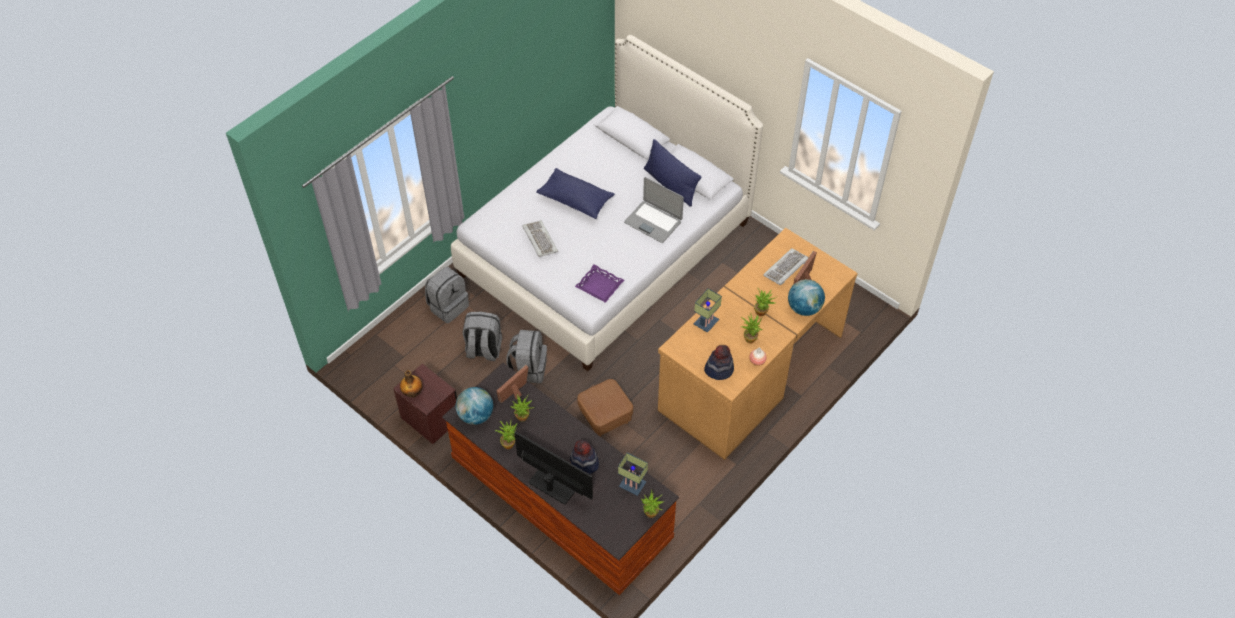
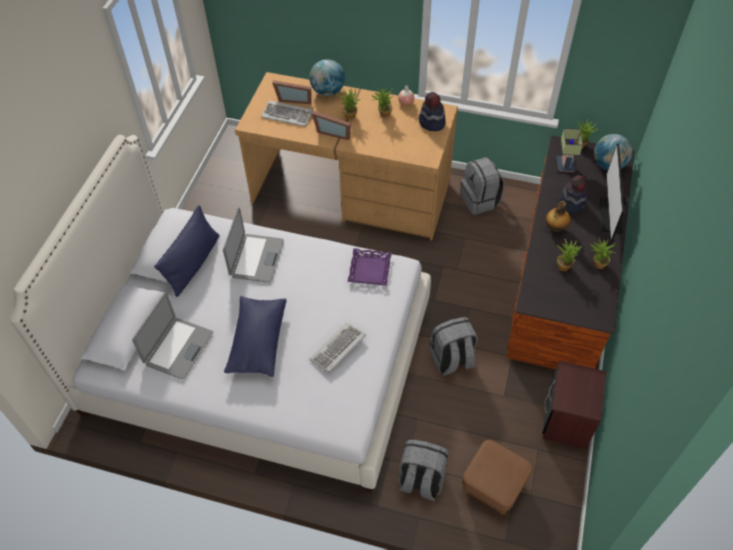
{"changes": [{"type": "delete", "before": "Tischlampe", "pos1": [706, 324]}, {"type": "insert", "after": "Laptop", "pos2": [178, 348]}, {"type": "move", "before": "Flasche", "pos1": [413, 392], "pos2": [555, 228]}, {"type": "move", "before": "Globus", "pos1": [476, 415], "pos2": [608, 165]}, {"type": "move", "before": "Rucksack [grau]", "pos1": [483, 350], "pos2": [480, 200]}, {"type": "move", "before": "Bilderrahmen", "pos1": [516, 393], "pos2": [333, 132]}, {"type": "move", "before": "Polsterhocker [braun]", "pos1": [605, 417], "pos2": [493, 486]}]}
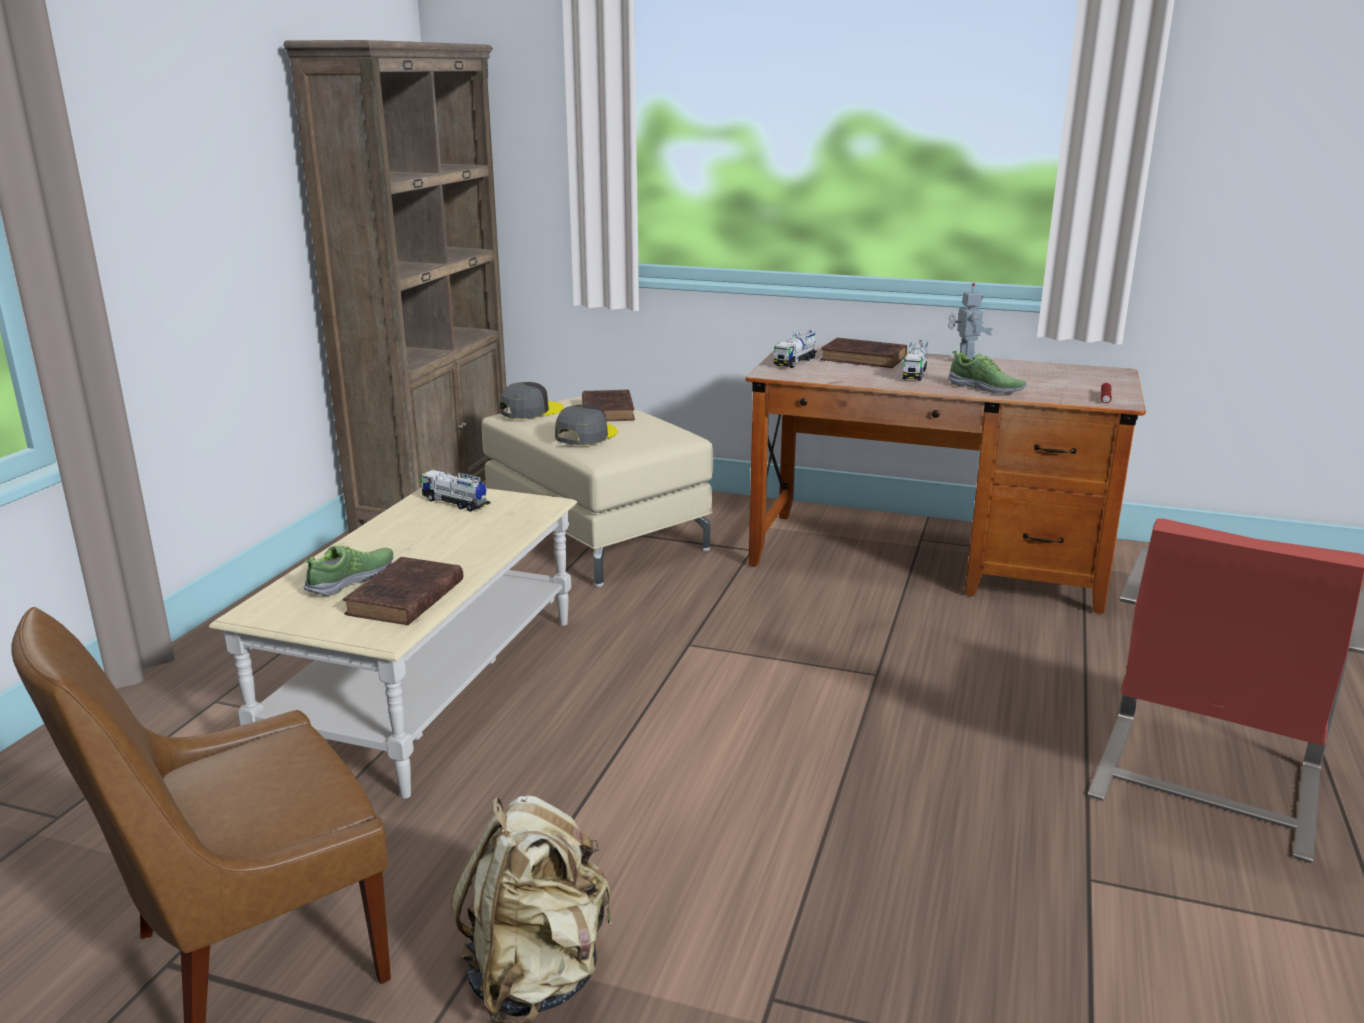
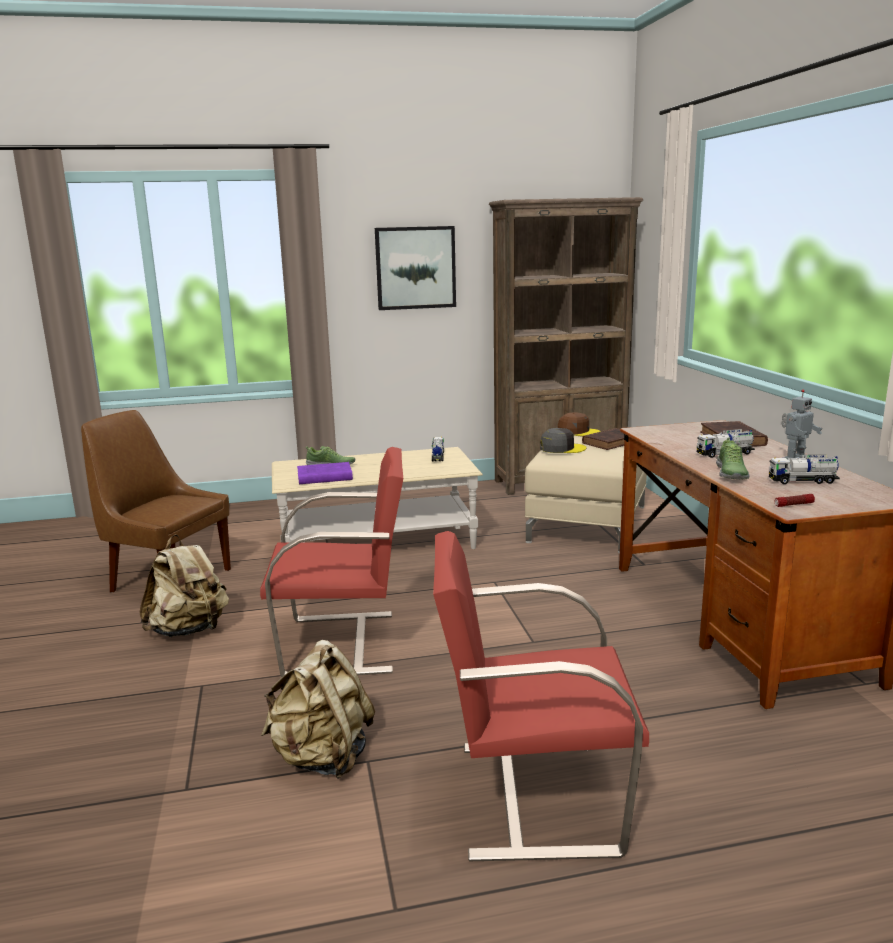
{"changes": [{"type": "insert", "after": "Stuhl [rot]", "pos2": [343, 644]}, {"type": "insert", "after": "Rucksack [beige]", "pos2": [322, 757]}, {"type": "insert", "after": "Bild", "pos2": [415, 268]}, {"type": "move", "before": "Spielzeuglaster", "pos1": [795, 361], "pos2": [802, 481]}, {"type": "recolor", "before": "Buch [braun]", "after": "Buch [lila]", "pos1": [404, 599], "pos2": [323, 477]}, {"type": "recolor", "before": "Kappe [grau]", "after": "Kappe [braun]", "pos1": [531, 410], "pos2": [578, 432]}]}
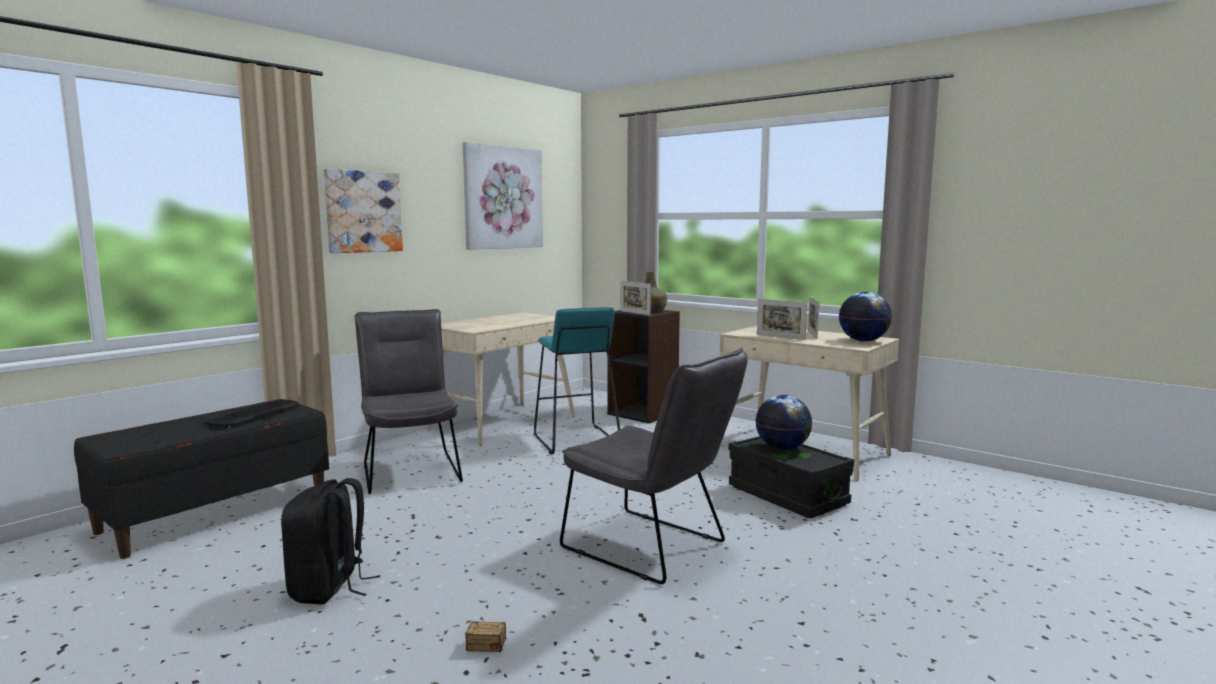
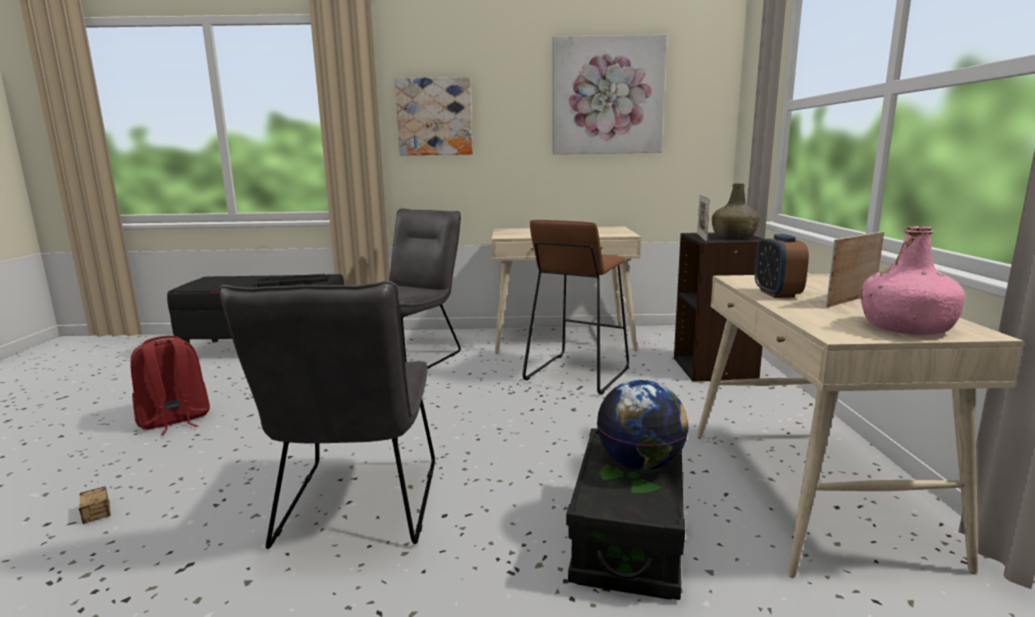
{"changes": [{"type": "replace", "before": "Bilderrahmen", "after": "Wecker", "pos1": [780, 337], "pos2": [777, 294]}, {"type": "replace", "before": "Globus", "after": "Flasche [rosa]", "pos1": [863, 341], "pos2": [906, 327]}, {"type": "recolor", "before": "Rucksack [schwarz]", "after": "Rucksack [rot]", "pos1": [329, 588], "pos2": [174, 421]}, {"type": "recolor", "before": "Hocker [türkis]", "after": "Hocker [braun]", "pos1": [575, 440], "pos2": [576, 374]}]}
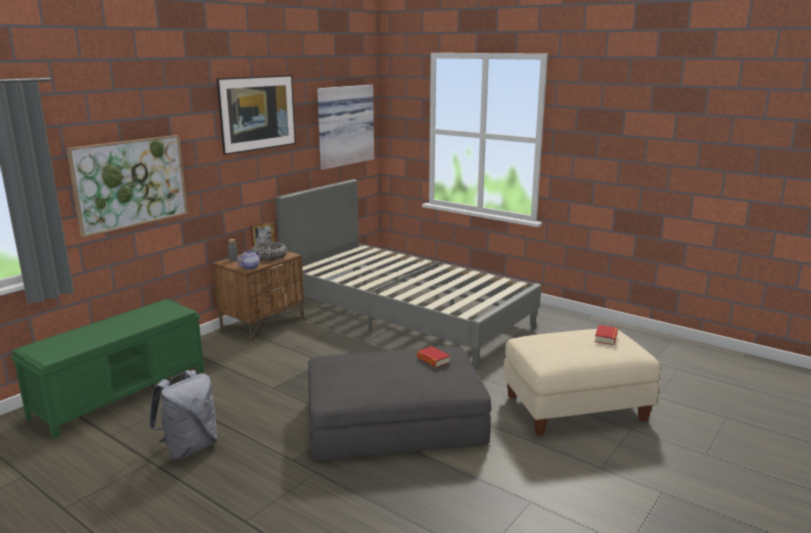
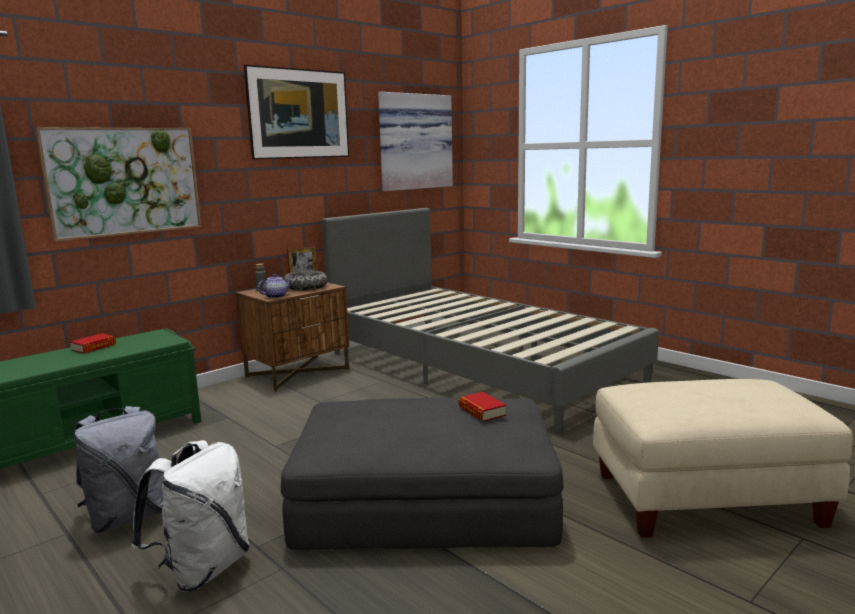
{"changes": [{"type": "insert", "after": "Rucksack [weiß]", "pos2": [203, 569]}, {"type": "move", "before": "Buch", "pos1": [606, 338], "pos2": [93, 347]}]}
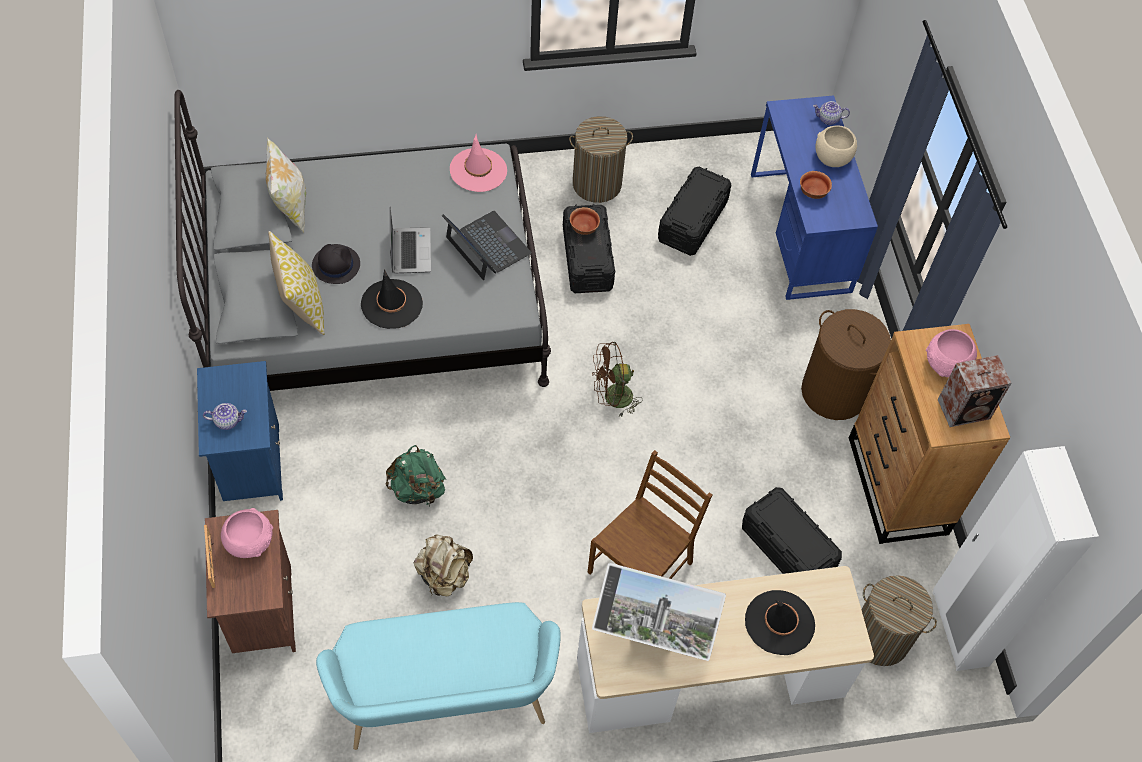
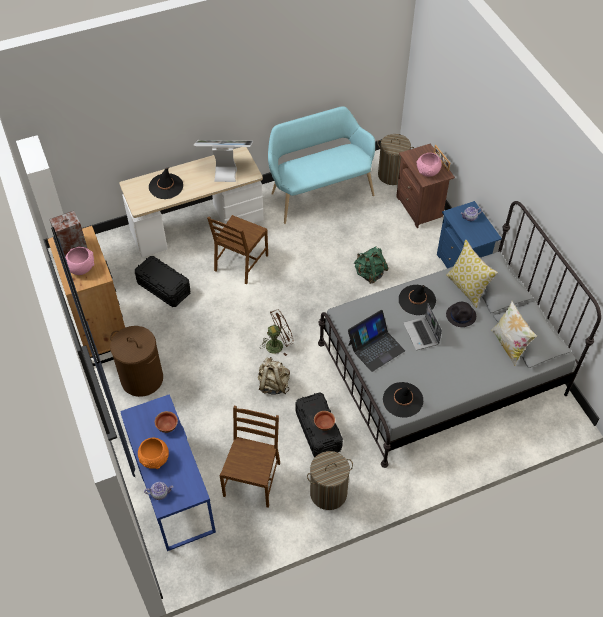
{"changes": [{"type": "move", "before": "Rucksack [beige]", "pos1": [444, 575], "pos2": [273, 384]}, {"type": "move", "before": "Wäschekorb", "pos1": [880, 638], "pos2": [392, 175]}, {"type": "replace", "before": "Aufbewahrungsbox [schwarz]", "after": "Stuhl [braun]", "pos1": [692, 221], "pos2": [252, 479]}, {"type": "recolor", "before": "Hut [rosa]", "after": "Hut [schwarz]", "pos1": [478, 170], "pos2": [402, 400]}, {"type": "recolor", "before": "Schüssel [beige]", "after": "Schüssel [orange]", "pos1": [832, 157], "pos2": [155, 459]}, {"type": "rotate", "before": "Laptop", "pos1": [487, 246], "pos2": [375, 347], "turn": -75}]}
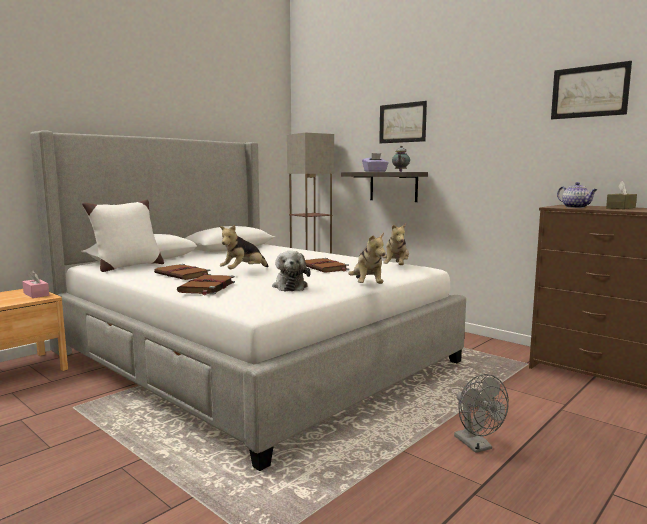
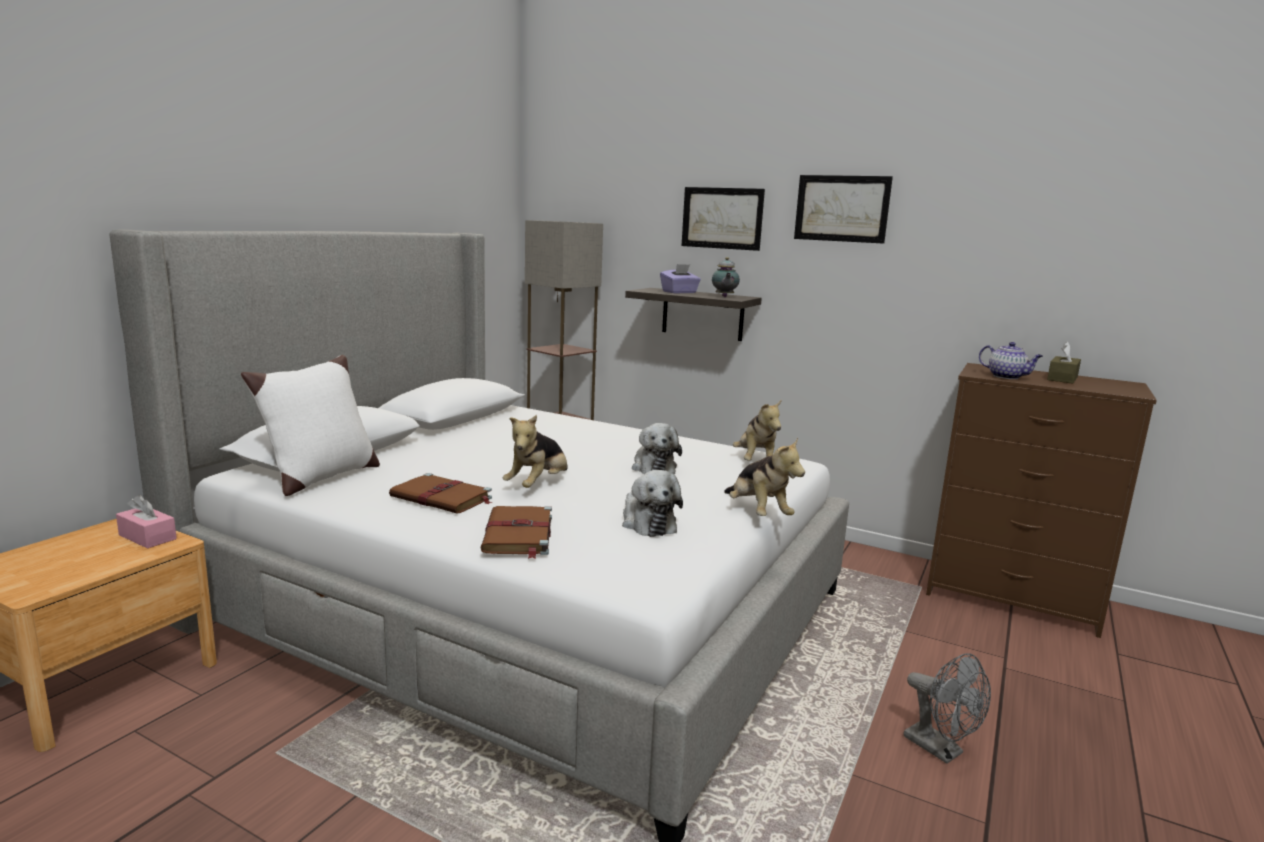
{"changes": [{"type": "move", "before": "Bild", "pos1": [589, 91], "pos2": [841, 208]}, {"type": "replace", "before": "Buch [braun]", "after": "Plüschtier", "pos1": [324, 268], "pos2": [653, 467]}]}
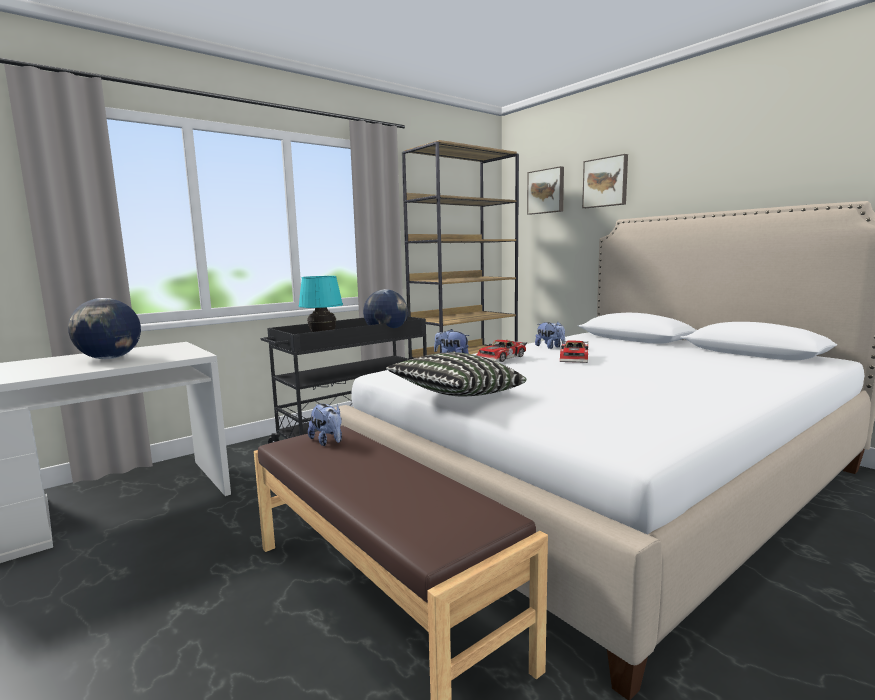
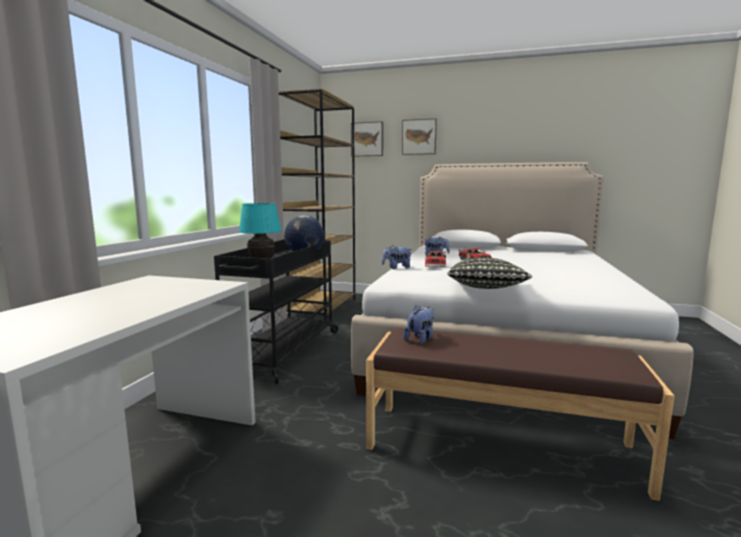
{"changes": [{"type": "delete", "before": "Globus", "pos1": [110, 358]}, {"type": "rotate", "before": "Plüschtier", "pos1": [328, 442], "pos2": [420, 339], "turn": -75}]}
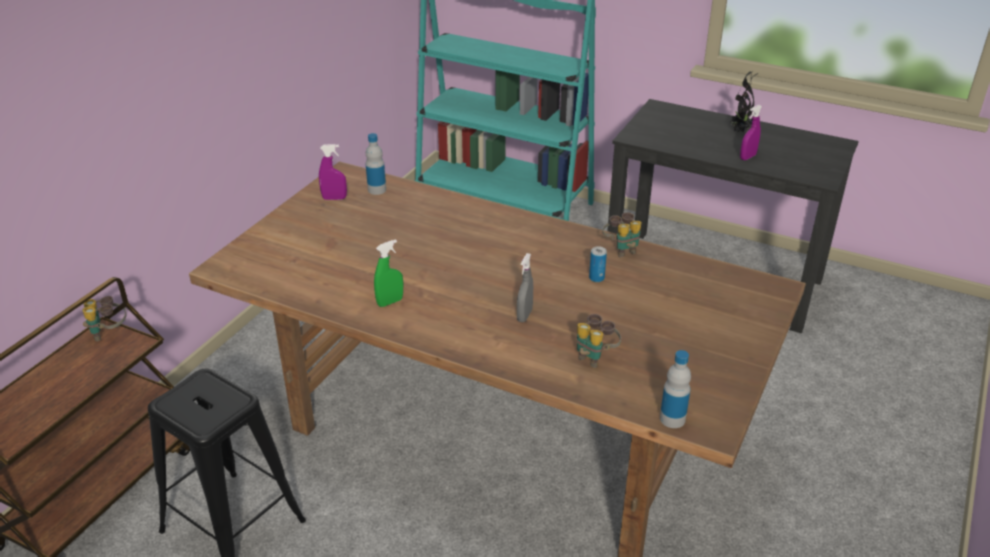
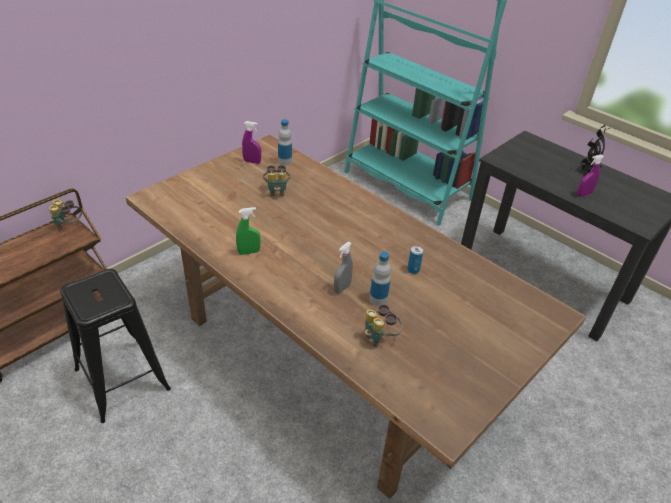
{"changes": [{"type": "move", "before": "Fernglas", "pos1": [621, 249], "pos2": [277, 191]}, {"type": "move", "before": "Flasche", "pos1": [672, 419], "pos2": [378, 299]}]}
